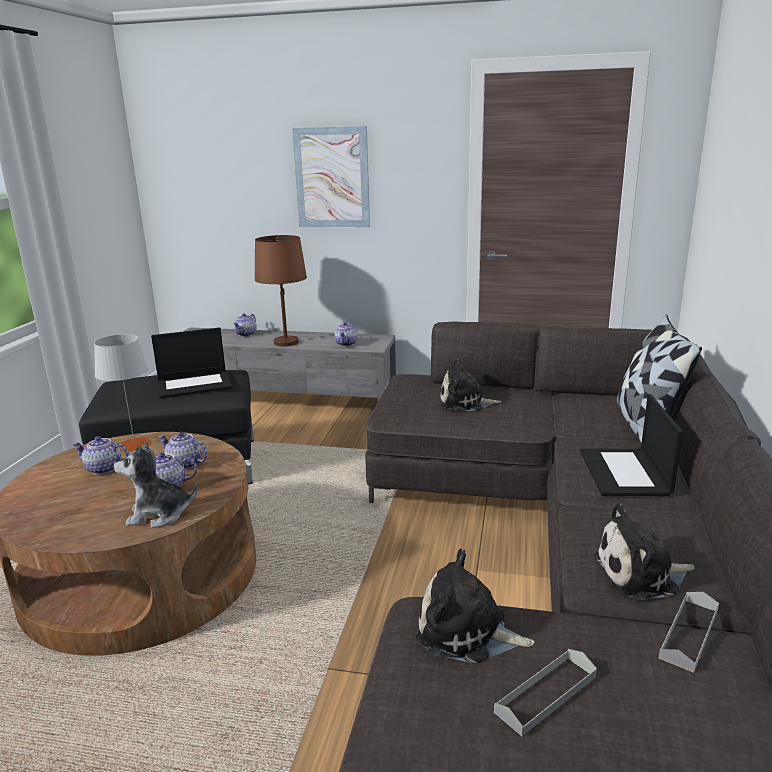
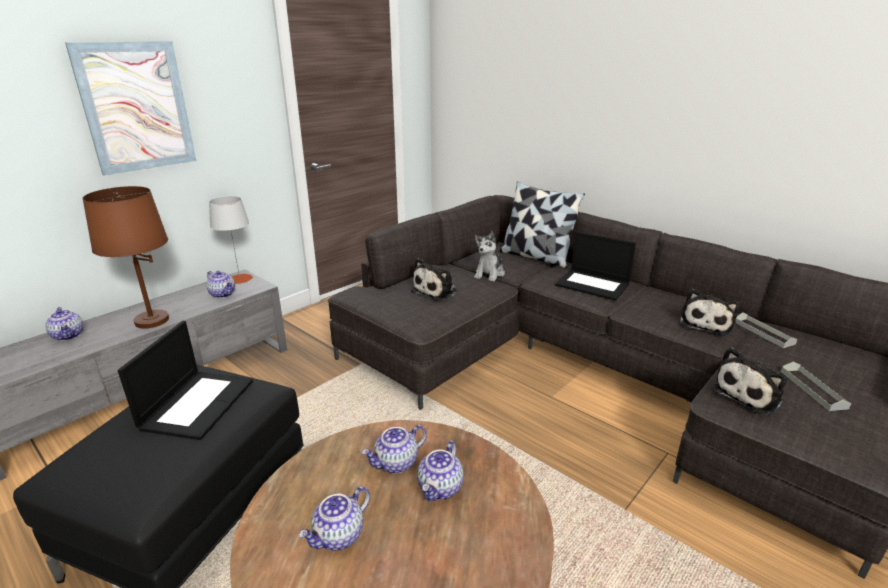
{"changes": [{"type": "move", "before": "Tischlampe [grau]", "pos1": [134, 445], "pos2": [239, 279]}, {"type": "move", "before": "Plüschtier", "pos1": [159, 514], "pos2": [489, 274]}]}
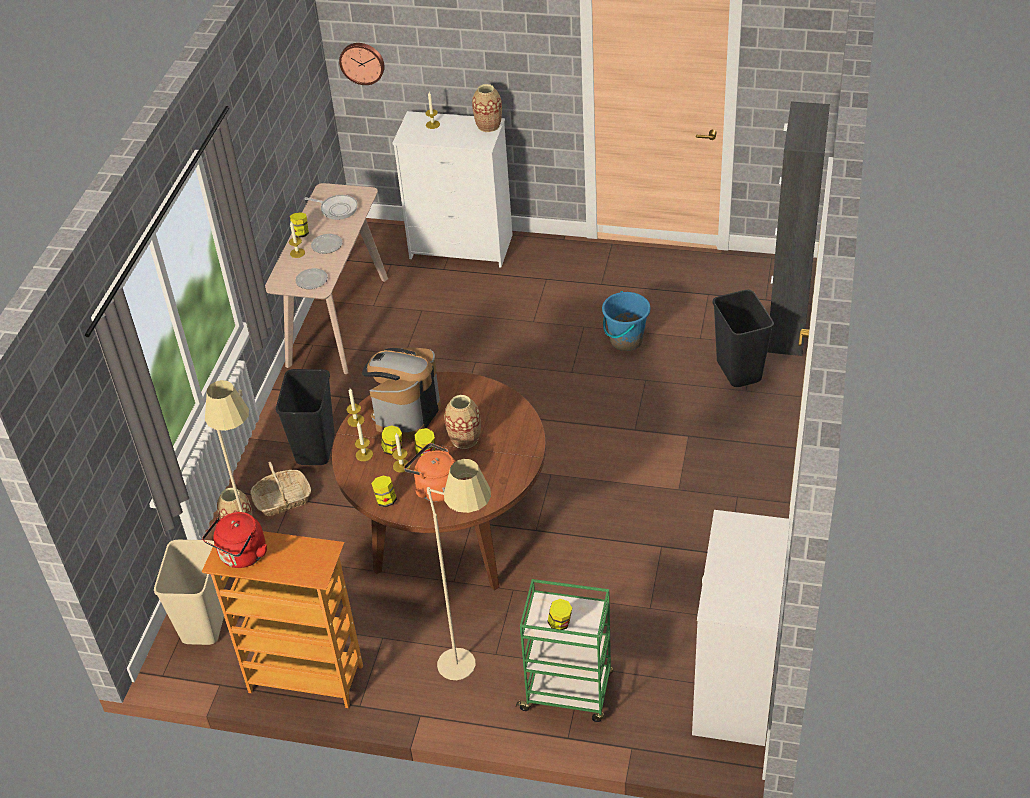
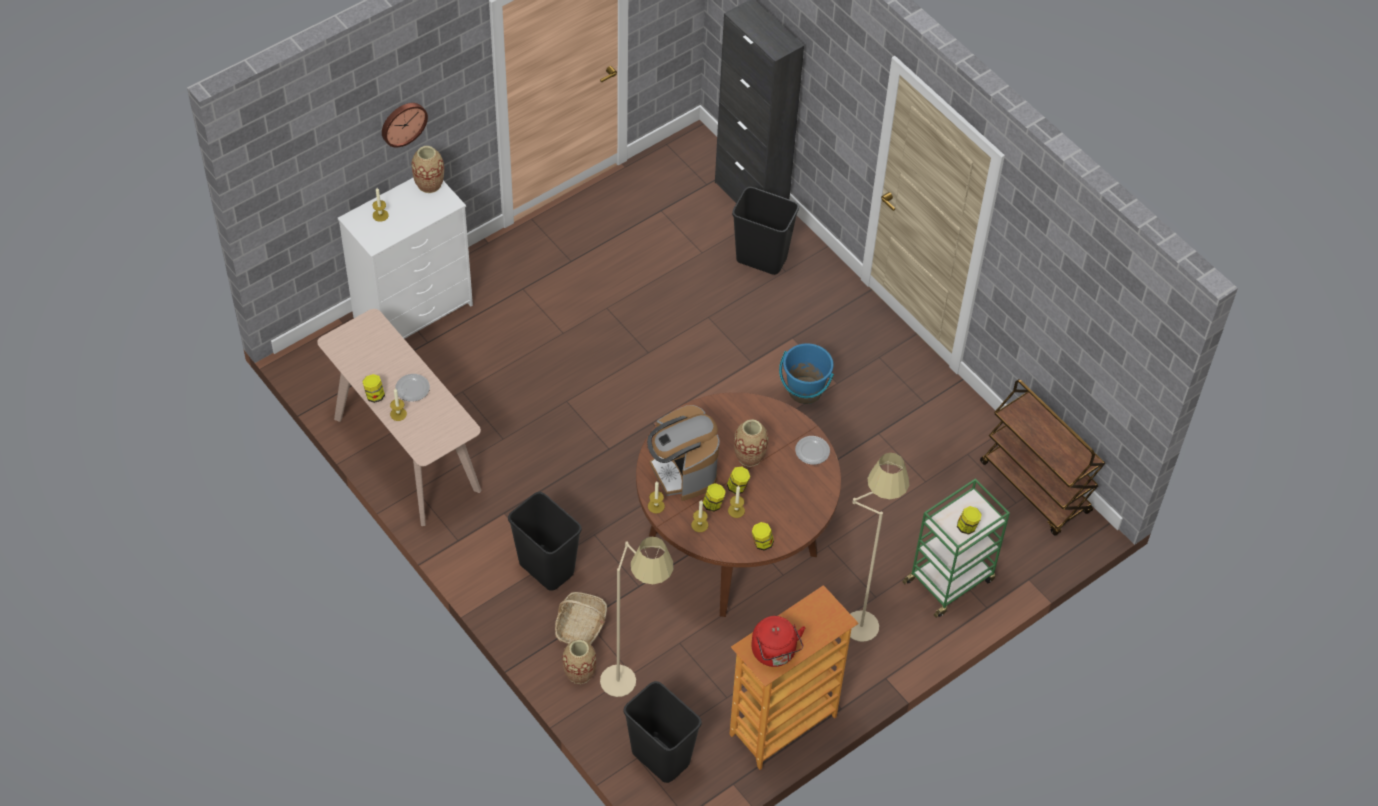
{"changes": [{"type": "delete", "before": "Pfanne", "pos1": [337, 209]}, {"type": "delete", "before": "Wasserkessel [orange]", "pos1": [435, 488]}, {"type": "move", "before": "Teller", "pos1": [312, 280], "pos2": [812, 451]}, {"type": "move", "before": "Wanduhr", "pos1": [362, 62], "pos2": [403, 123]}, {"type": "move", "before": "Eimer [blau]", "pos1": [626, 340], "pos2": [804, 391]}, {"type": "replace", "before": "Kommode [weiß]", "after": "Rollwagen [braun]", "pos1": [735, 687], "pos2": [1036, 488]}, {"type": "recolor", "before": "Mülleimer [beige]", "after": "Mülleimer [schwarz]", "pos1": [205, 624], "pos2": [661, 757]}]}
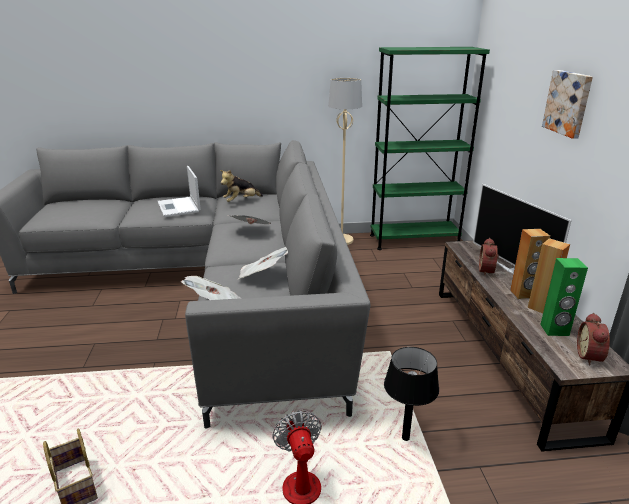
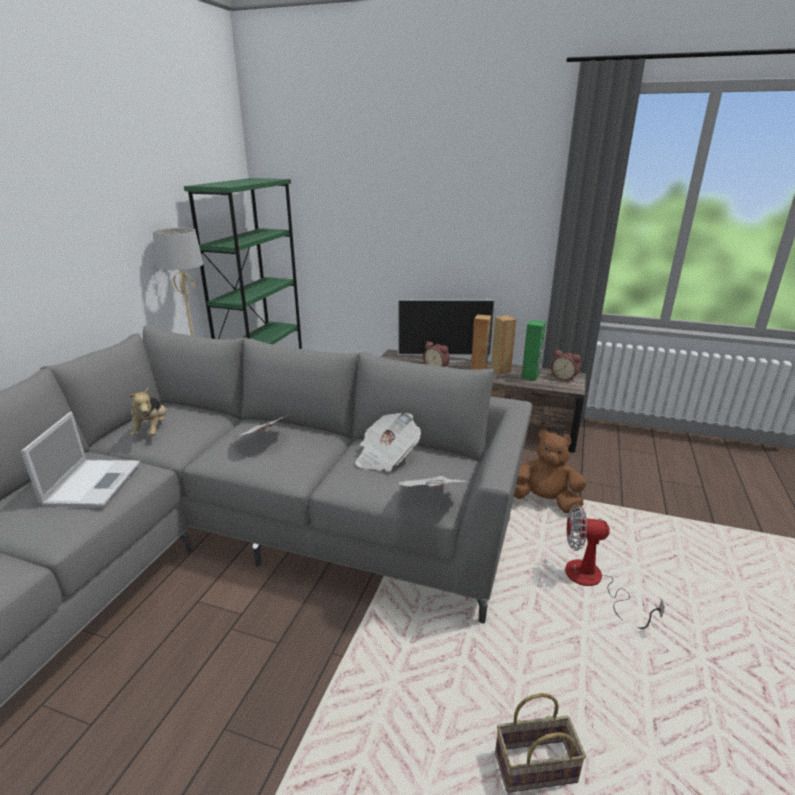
{"changes": [{"type": "delete", "before": "Bild", "pos1": [568, 103]}, {"type": "replace", "before": "Tischlampe [schwarz]", "after": "Plüschtier [braun]", "pos1": [405, 439], "pos2": [544, 501]}, {"type": "rotate", "before": "Laptop", "pos1": [179, 207], "pos2": [93, 482], "turn": -90}]}
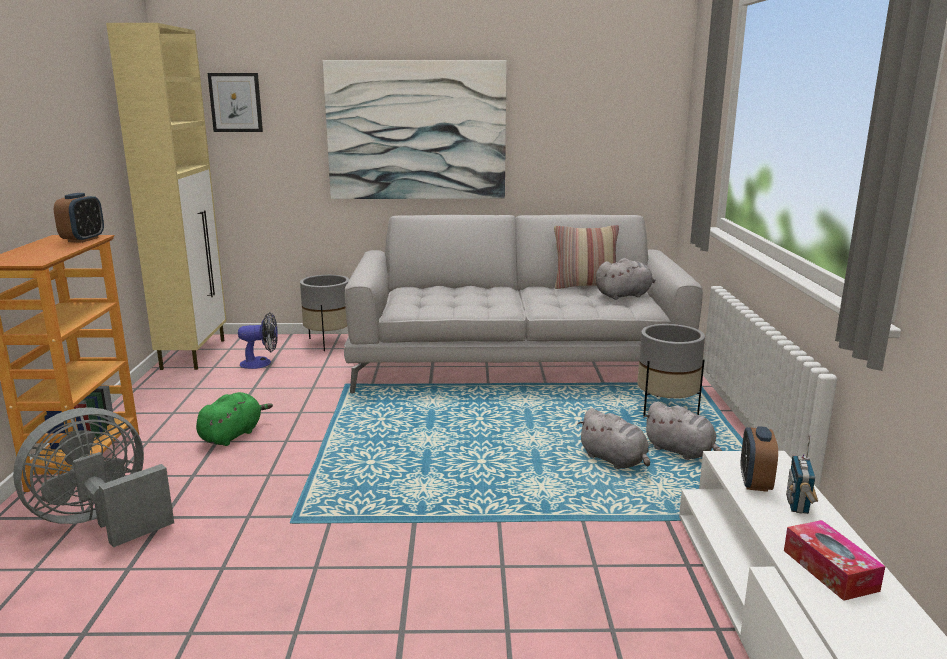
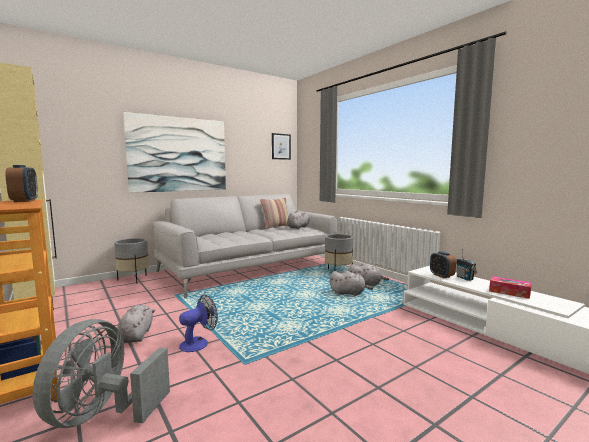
{"changes": [{"type": "move", "before": "Bild", "pos1": [235, 102], "pos2": [281, 146]}, {"type": "move", "before": "Ventilator", "pos1": [261, 363], "pos2": [198, 343]}, {"type": "recolor", "before": "Plüschtier [grün]", "after": "Plüschtier [grau]", "pos1": [232, 435], "pos2": [136, 335]}]}
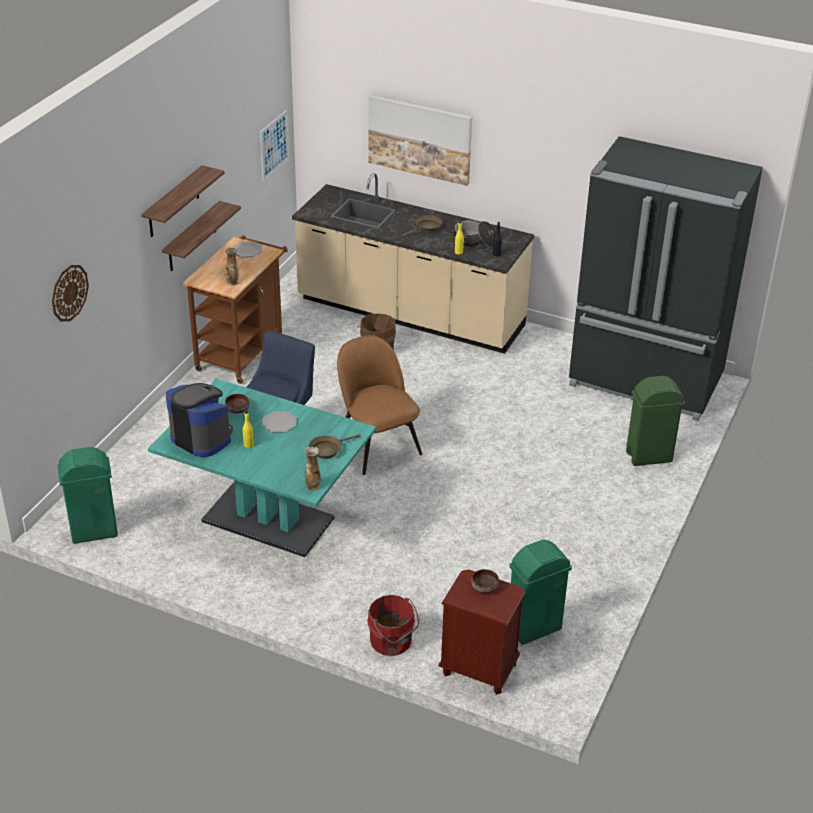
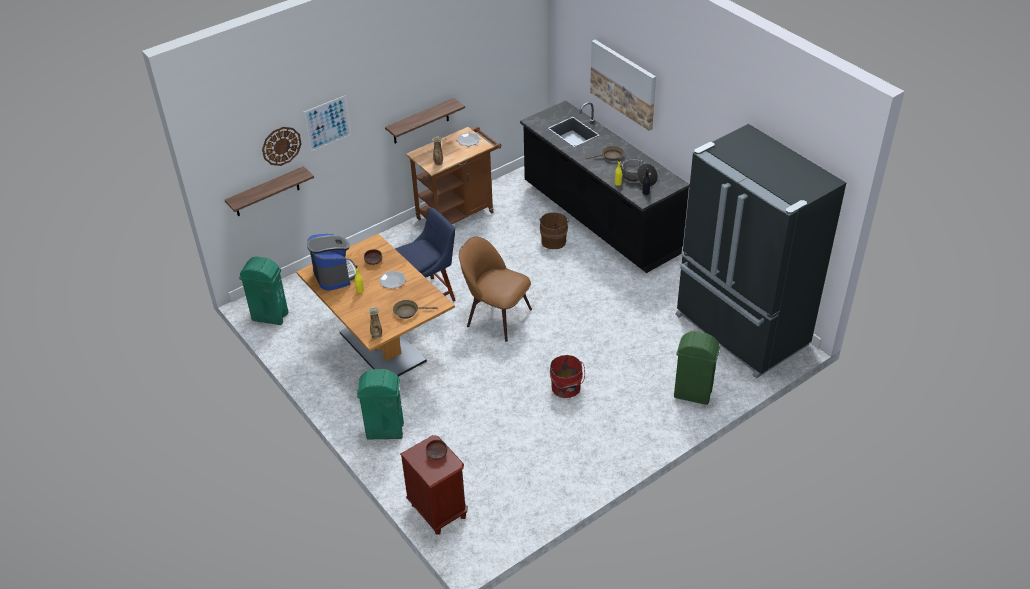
{"changes": [{"type": "move", "before": "Wandregal", "pos1": [173, 202], "pos2": [266, 192]}, {"type": "move", "before": "Bild", "pos1": [274, 145], "pos2": [327, 123]}, {"type": "move", "before": "Eimer [rot]", "pos1": [392, 642], "pos2": [566, 388]}, {"type": "move", "before": "Mülleimer [grün]", "pos1": [533, 628], "pos2": [384, 431]}, {"type": "recolor", "before": "Esstisch [türkis]", "after": "Esstisch [braun]", "pos1": [268, 520], "pos2": [382, 347]}, {"type": "recolor", "before": "Küchenzeile [beige]", "after": "Küchenzeile [schwarz]", "pos1": [410, 314], "pos2": [599, 219]}, {"type": "rotate", "before": "Stuhl [braun]", "pos1": [377, 446], "pos2": [496, 316], "turn": -60}]}
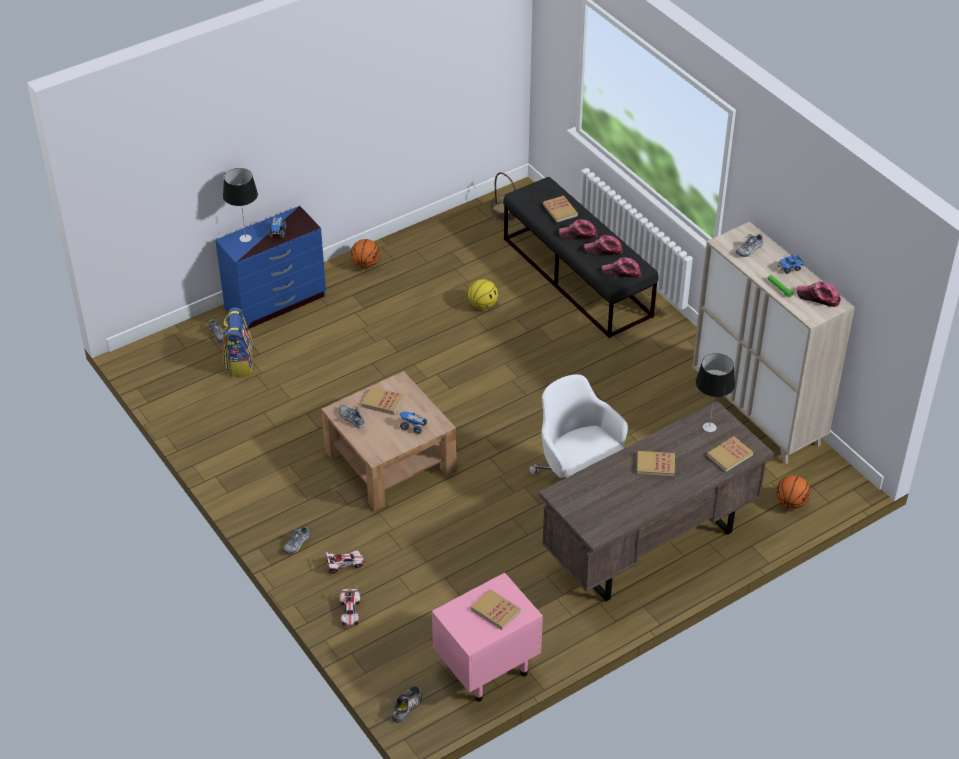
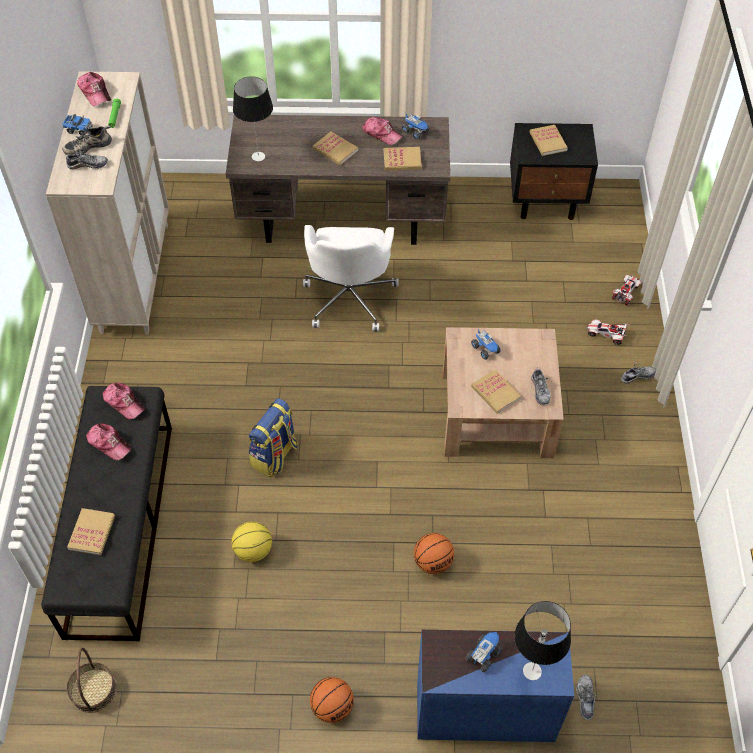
{"changes": [{"type": "insert", "after": "Spielzeuglaster", "pos2": [416, 132]}, {"type": "move", "before": "Rucksack", "pos1": [239, 363], "pos2": [275, 456]}, {"type": "move", "before": "Schuh", "pos1": [407, 706], "pos2": [88, 145]}, {"type": "move", "before": "Kappe", "pos1": [578, 234], "pos2": [381, 133]}, {"type": "move", "before": "Buch", "pos1": [729, 455], "pos2": [402, 160]}, {"type": "move", "before": "Basketball", "pos1": [791, 503], "pos2": [433, 562]}, {"type": "recolor", "before": "Nachttisch [rosa]", "after": "Nachttisch [schwarz]", "pos1": [486, 669], "pos2": [546, 201]}]}
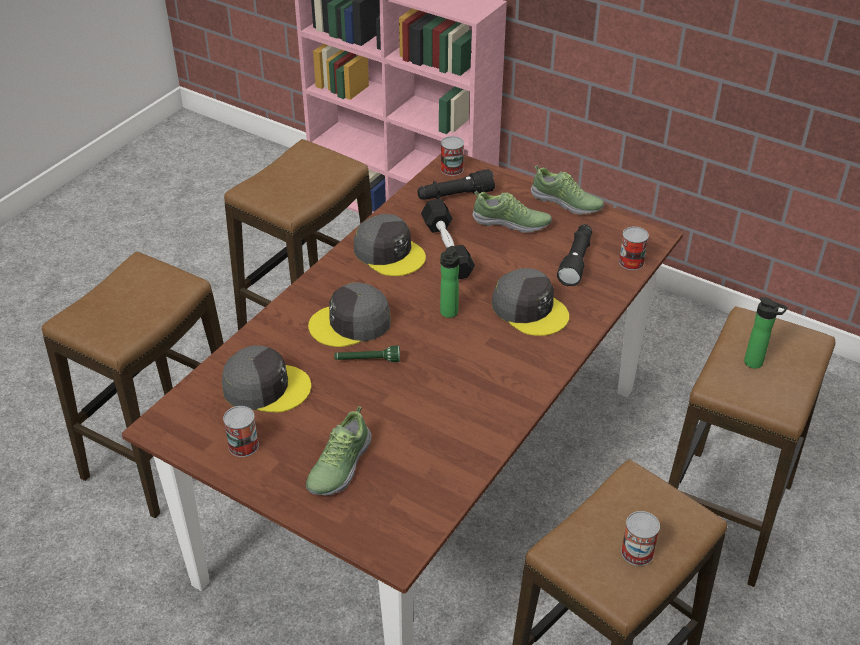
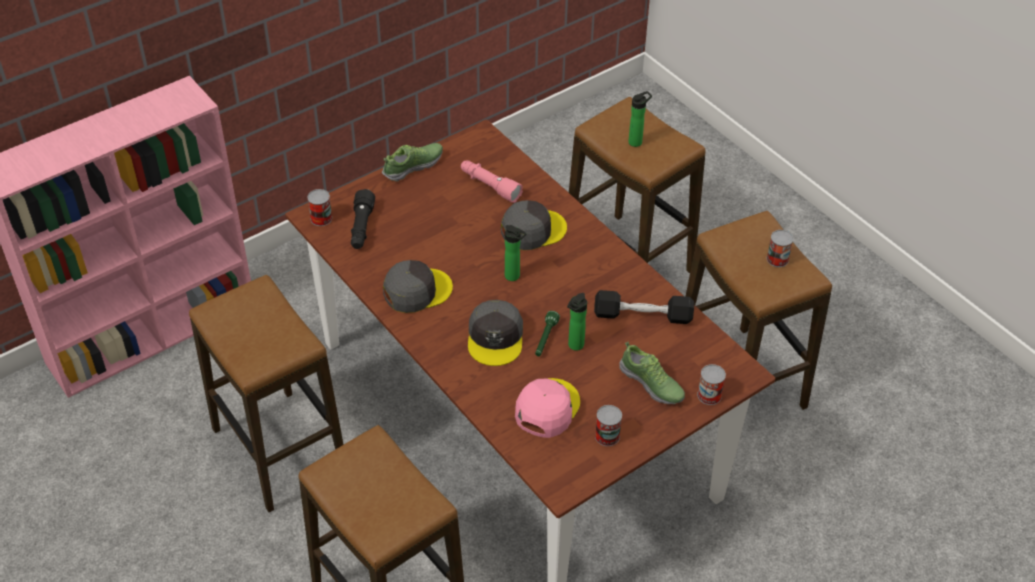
{"changes": [{"type": "delete", "before": "Schuh", "pos1": [511, 223]}, {"type": "insert", "after": "Flasche", "pos2": [574, 346]}, {"type": "move", "before": "Hantel [schwarz]", "pos1": [447, 249], "pos2": [642, 315]}, {"type": "move", "before": "Dose", "pos1": [631, 262], "pos2": [709, 395]}, {"type": "recolor", "before": "Kappe [grau]", "after": "Kappe [rosa]", "pos1": [266, 387], "pos2": [547, 408]}, {"type": "recolor", "before": "Taschenlampe [schwarz]", "after": "Taschenlampe [rosa]", "pos1": [576, 261], "pos2": [489, 186]}]}
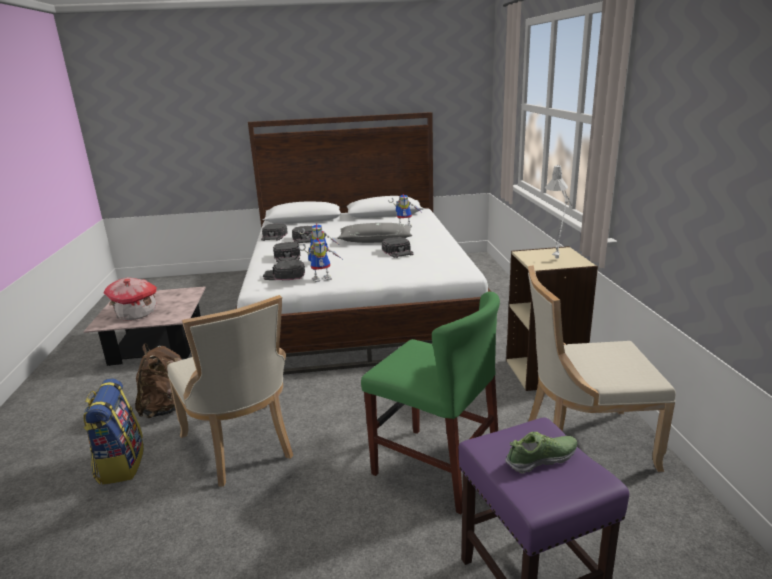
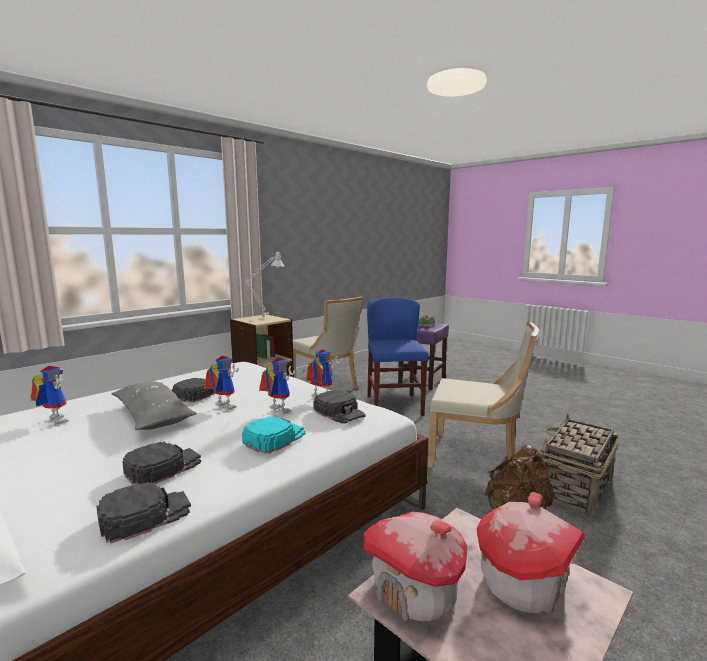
{"changes": [{"type": "insert", "after": "Spielzeugroboter", "pos2": [221, 407]}, {"type": "insert", "after": "Spielzeughaus", "pos2": [415, 592]}, {"type": "replace", "before": "Rucksack", "after": "Korb", "pos1": [120, 464], "pos2": [574, 490]}, {"type": "recolor", "before": "Kappe [schwarz]", "after": "Kappe [türkis]", "pos1": [287, 256], "pos2": [274, 438]}, {"type": "recolor", "before": "Stuhl [grün]", "after": "Stuhl [blau]", "pos1": [435, 467], "pos2": [394, 405]}, {"type": "rotate", "before": "Stuhl [beige]", "pos1": [241, 447], "pos2": [477, 456], "turn": 90}]}
